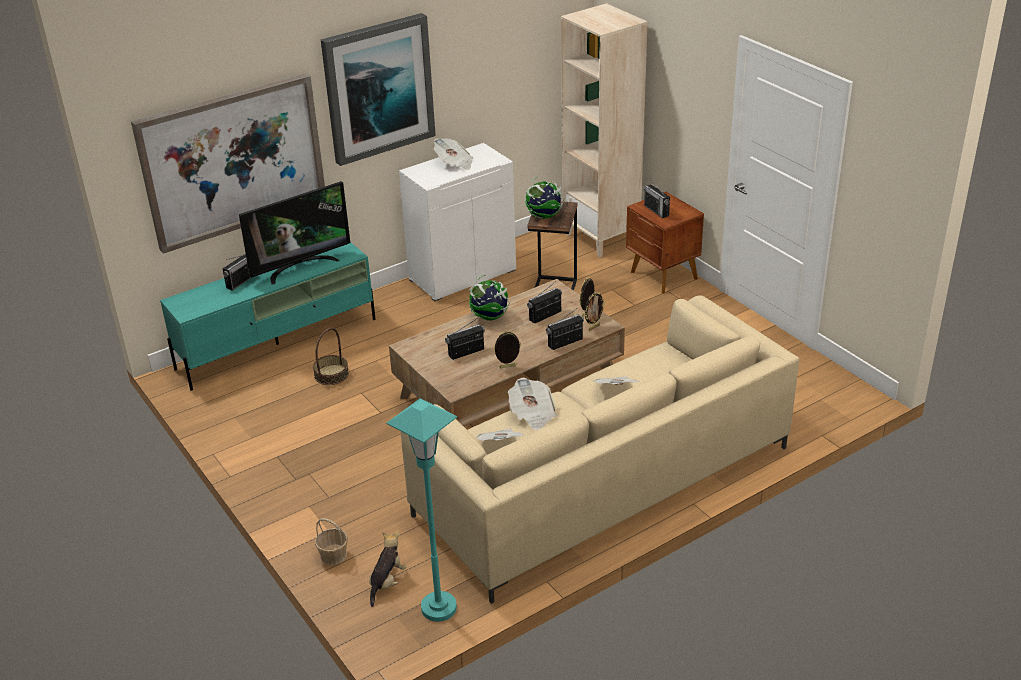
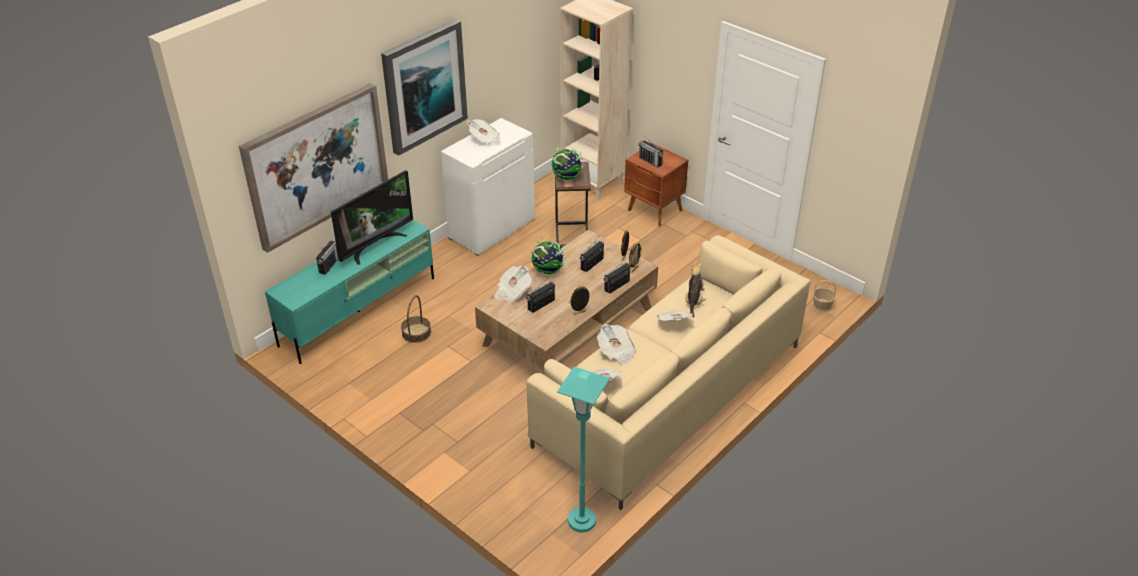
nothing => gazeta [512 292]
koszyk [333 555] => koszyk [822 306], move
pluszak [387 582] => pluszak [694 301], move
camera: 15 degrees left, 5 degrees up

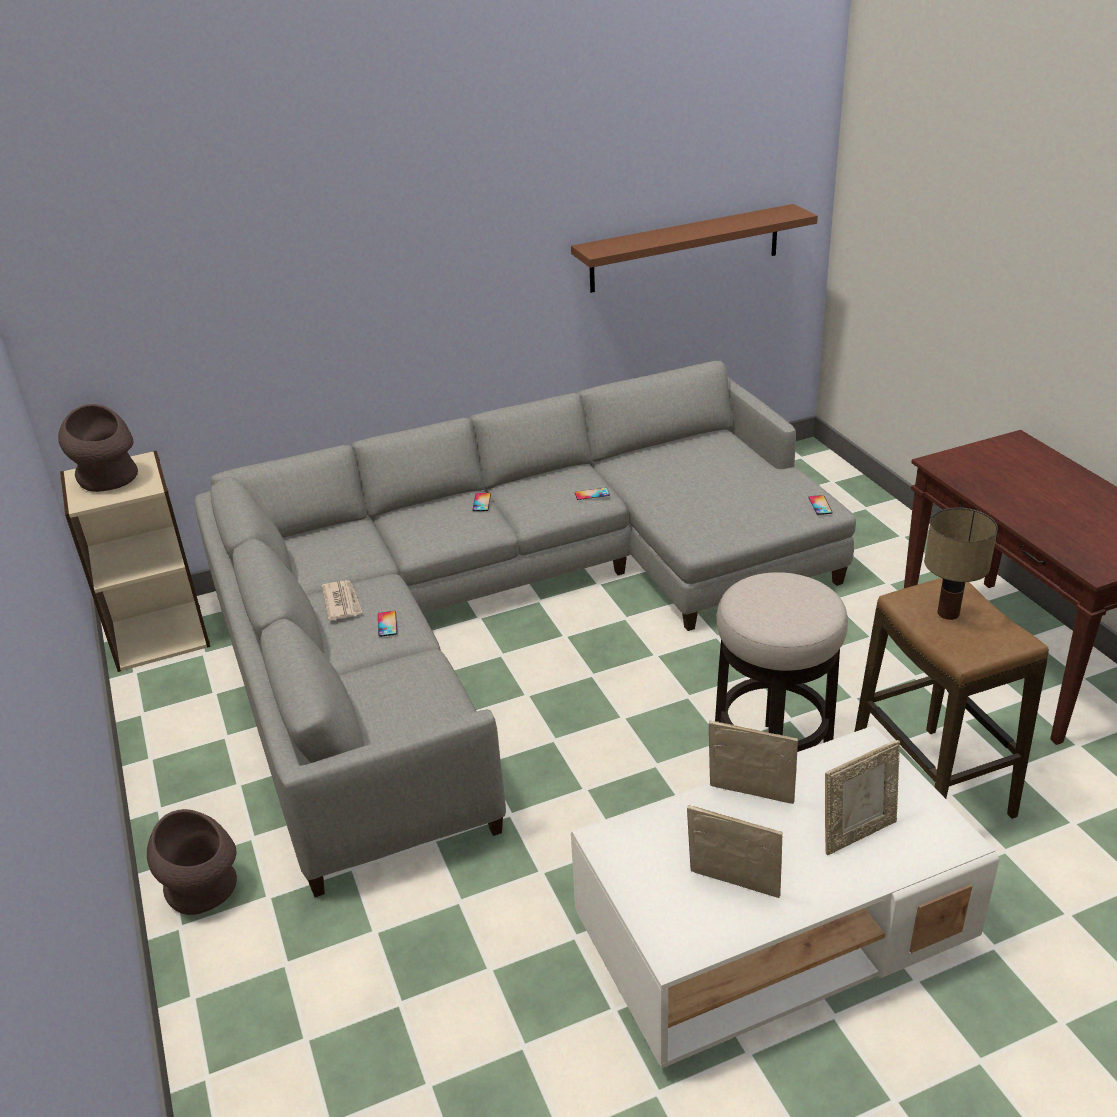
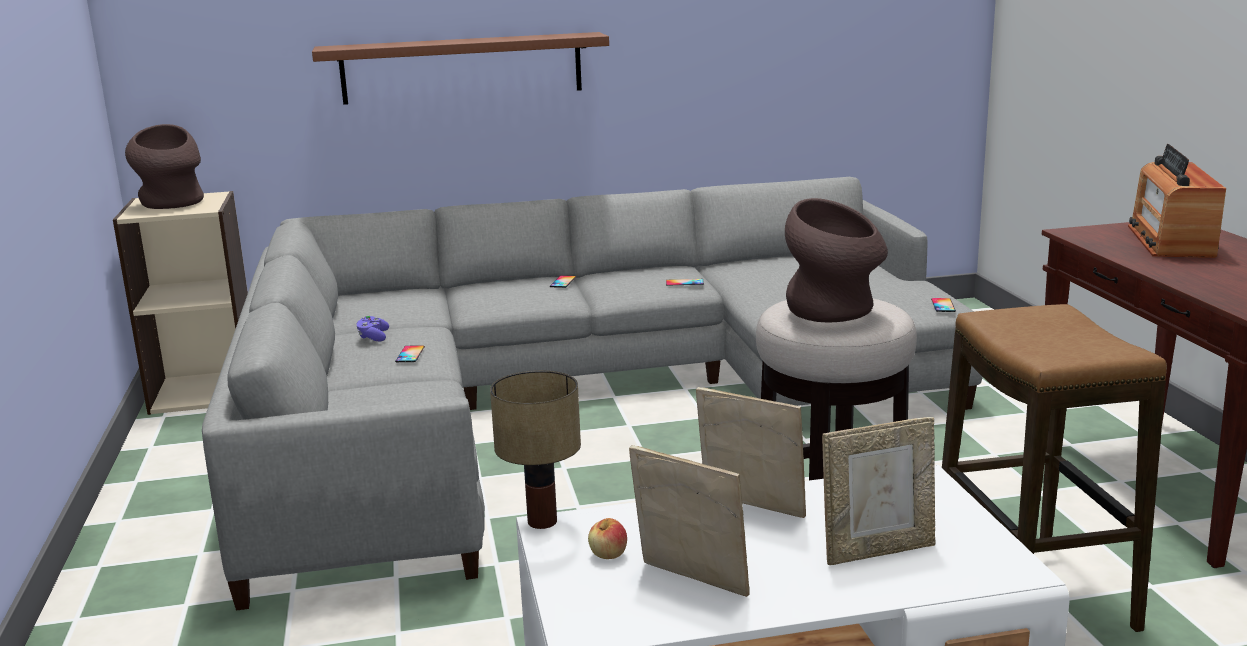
nothing => jabłko [608 554]
nothing => radio [1170 241]
wazon (brązowy) [205 893] => wazon (brązowy) [834 313], move
półka (brązowy) [685 248] => półka (brązowy) [462 68], move
lampa stołowa [947 613] => lampa stołowa [540 521], move
gazeta [342 602] => pad do gier (fioletowy) [373 337]
camera: 10 degrees right, 15 degrees down

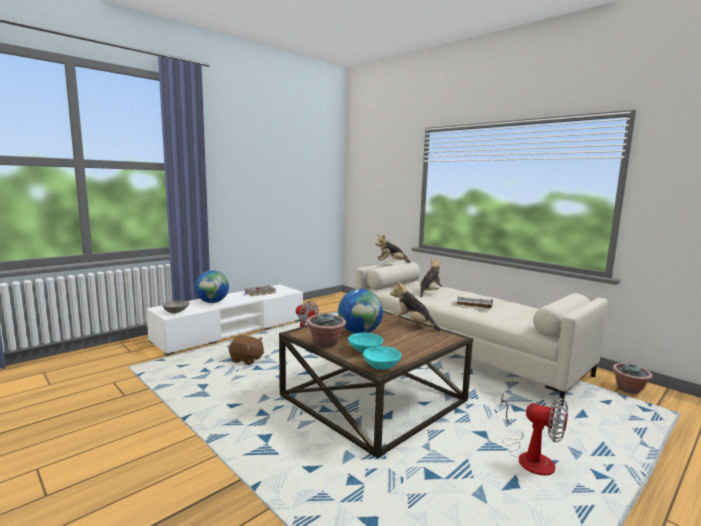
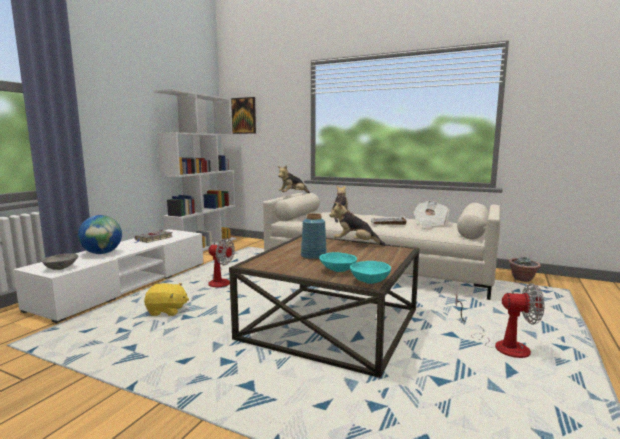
roślina doniczkowa [326 343] => nothing
nothing => regał (biały) [203 246]
nothing => obraz [243 115]
nothing => gazeta [430 223]
globus [359 332] => wazon (niebieski) [314 256]
pluszak (brązowy) [247 360] => pluszak (żółty) [167 311]
camera: 20 degrees left, 0 degrees up

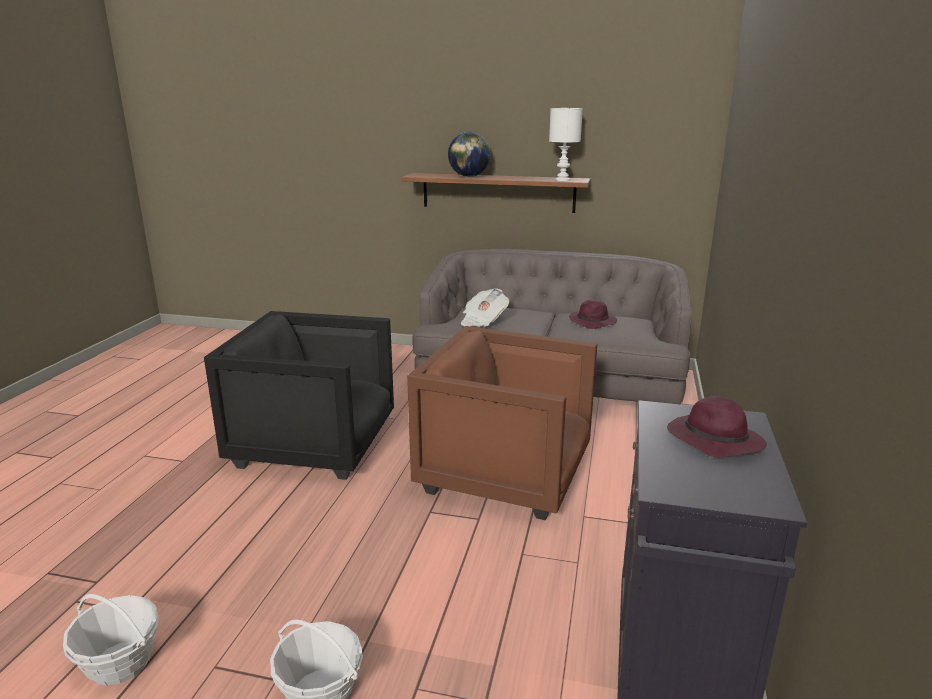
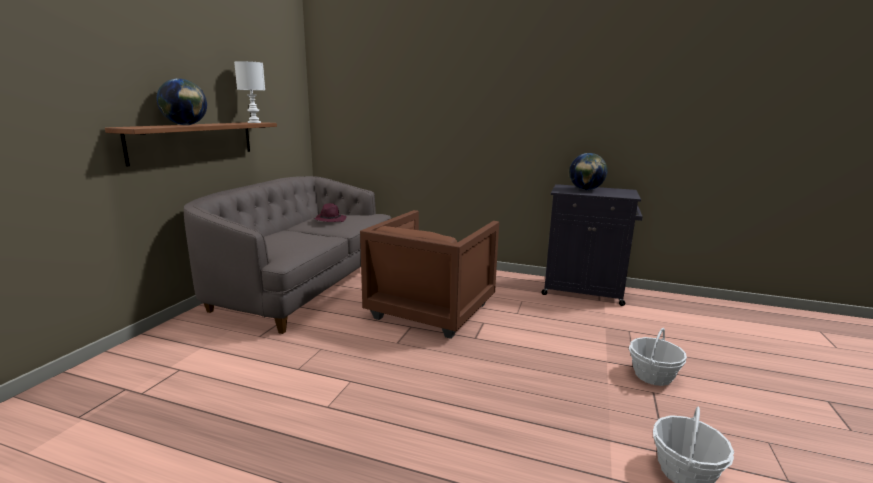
fotel (czarny) [315 444] => nothing
gazeta [483 321] => nothing
kapelusz (fioletowy) [712 440] => globus [585 189]
camera: 85 degrees left, 5 degrees down

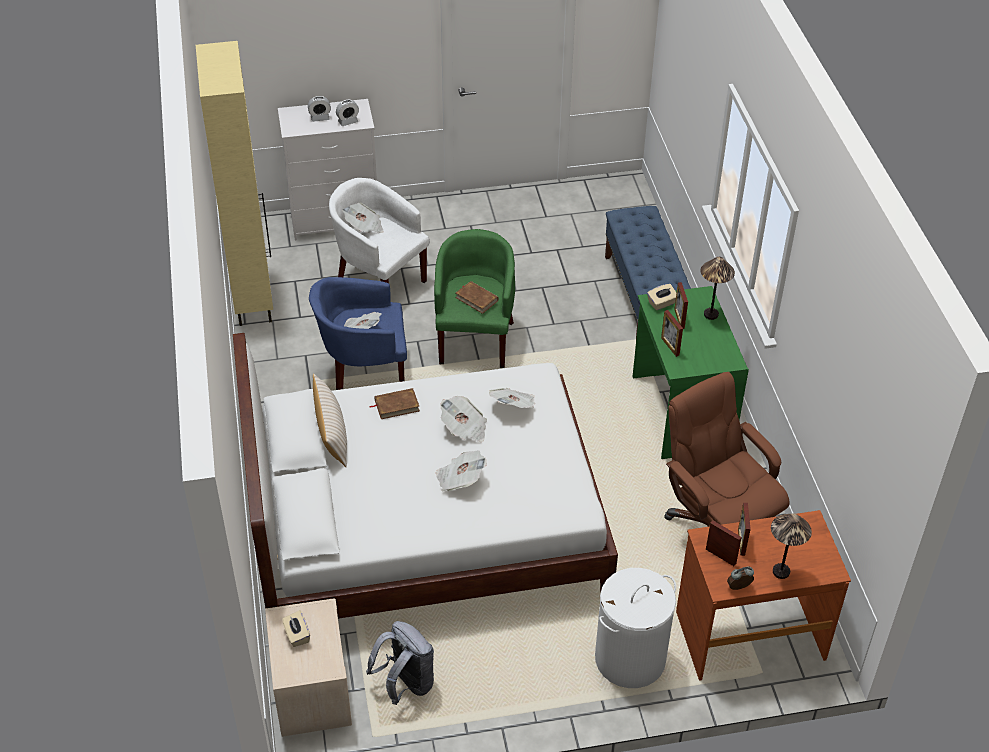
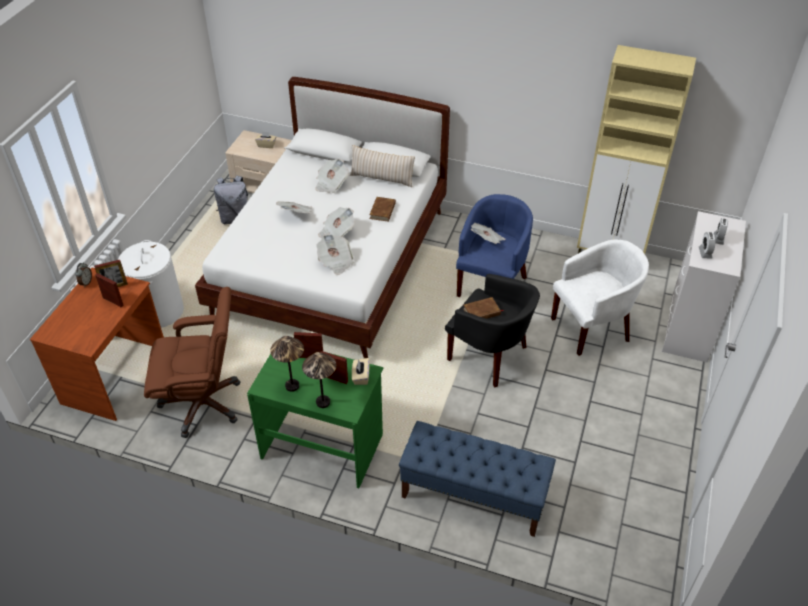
gazeta [364 226] => gazeta [331 184], move
lampa stołowa [781 571] => lampa stołowa [292 386], move
fotel (zielony) [475 340] => fotel (czarny) [489 356]
camera: 120 degrees right, 0 degrees up

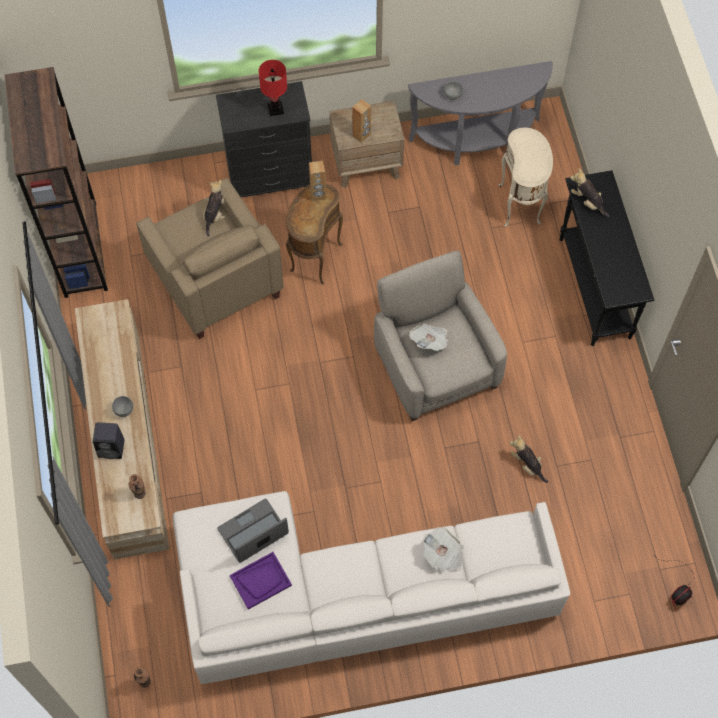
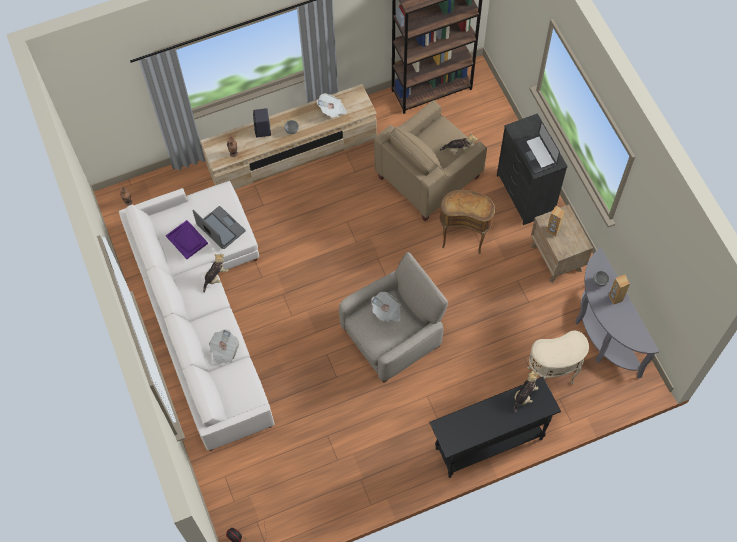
nothing => gazeta [332 110]
głośnik (brązowy) [318 195] => głośnik (brązowy) [615 298], move
pluszak [527 464] => pluszak [216 277], move
lampa stołowa (czerwony) [276 109] => laptop [536 154]
camera: 80 degrees right, 0 degrees up

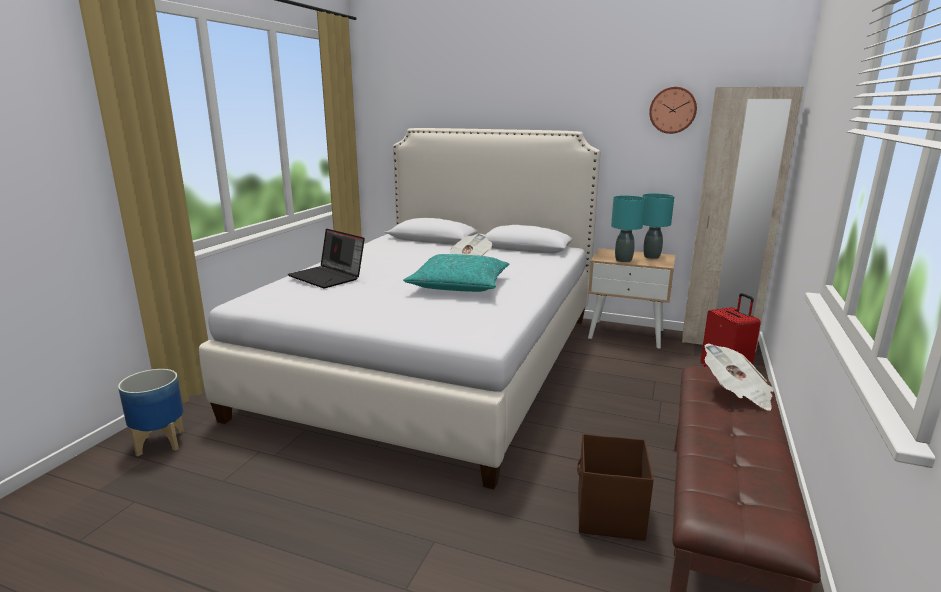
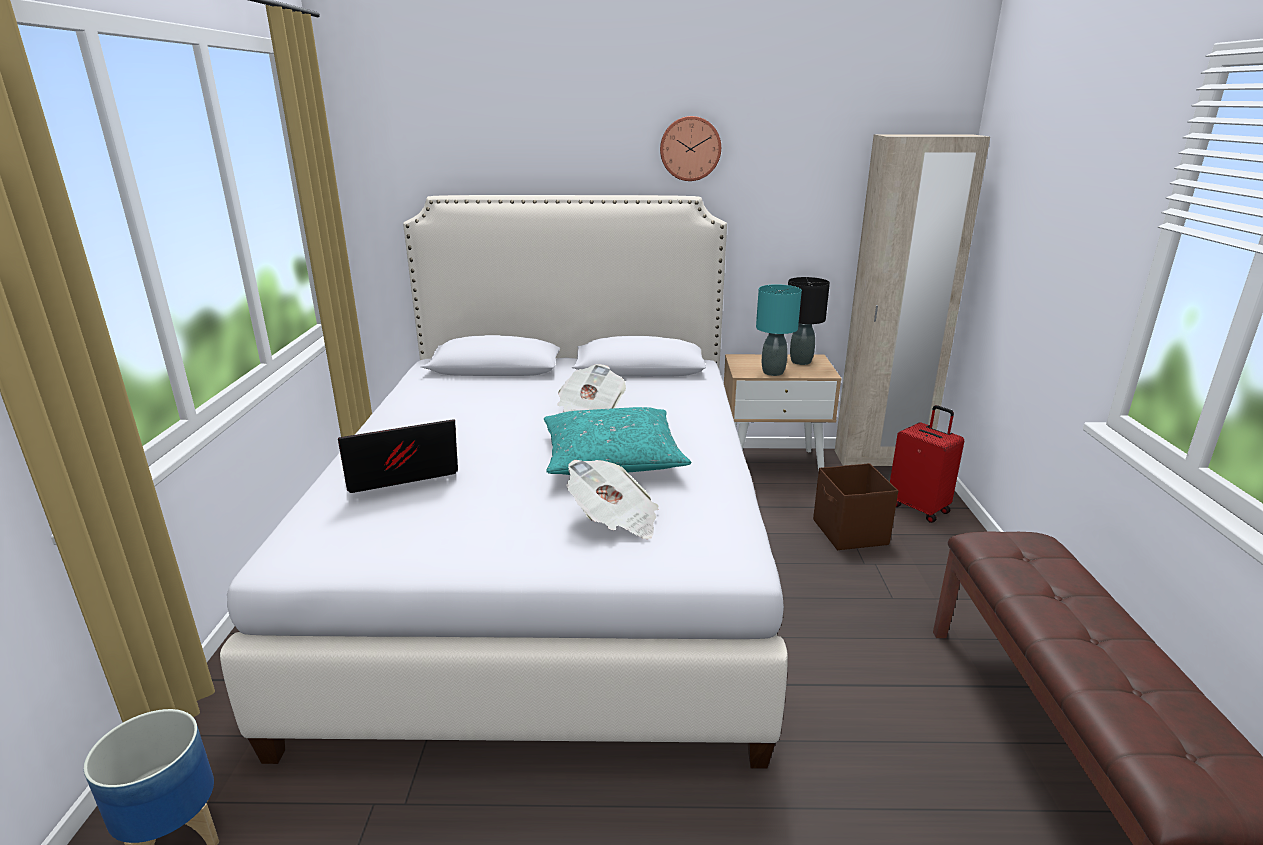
pojemnik do przechowywania (brązowy) [609 515] => pojemnik do przechowywania (brązowy) [850 533], move
zegar ścienny [672 110] => zegar ścienny [690 148], move
gazeta [736 393] => gazeta [614 520], move
lampa stołowa (turkusowy) [652 257] => lampa stołowa (czarny) [801 362]
laptop [328 277] => laptop [399 475], 135 degrees clockwise
camera: 20 degrees left, 5 degrees up

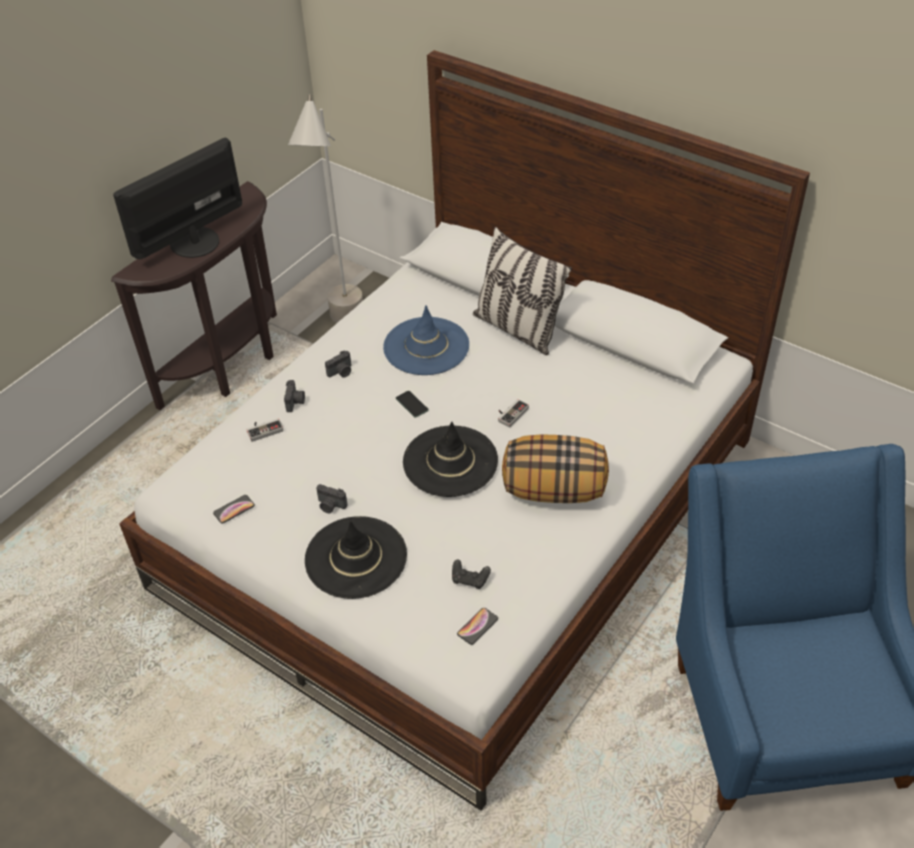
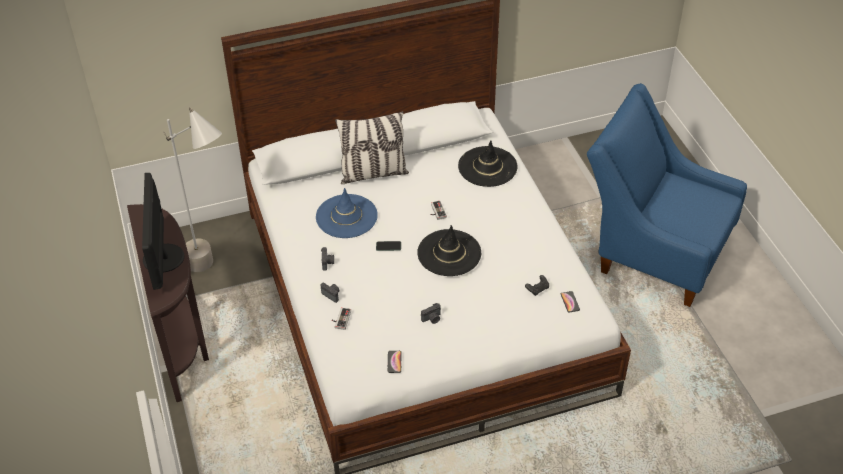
poduszka [554 489] => nothing
kapelusz (czarny) [356 557] => kapelusz (czarny) [487 167], move
camera: 55 degrees left, 0 degrees up

